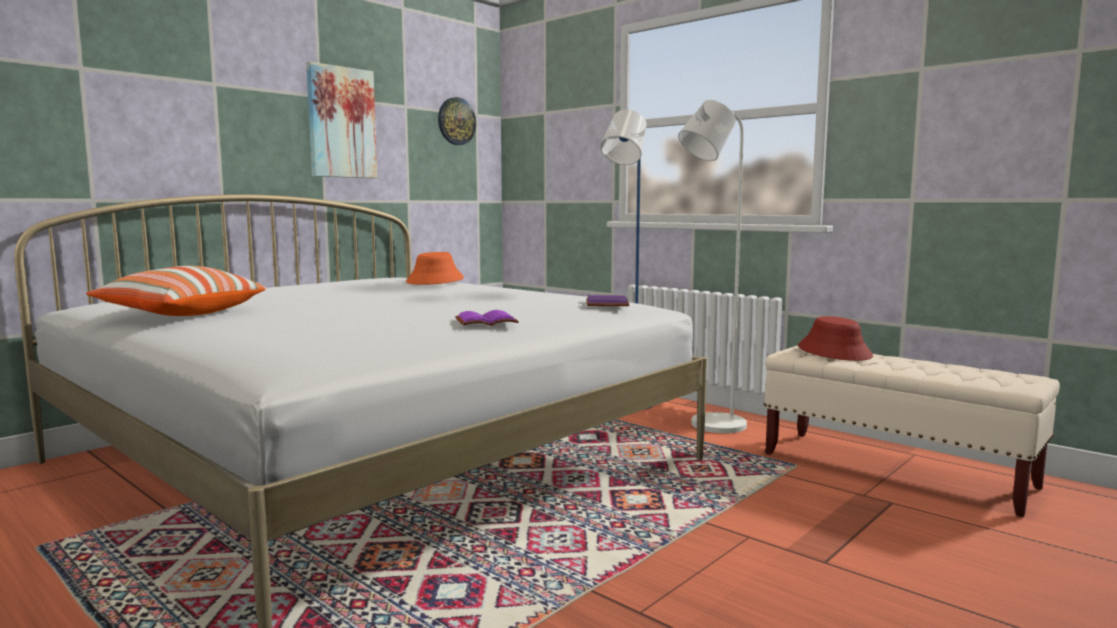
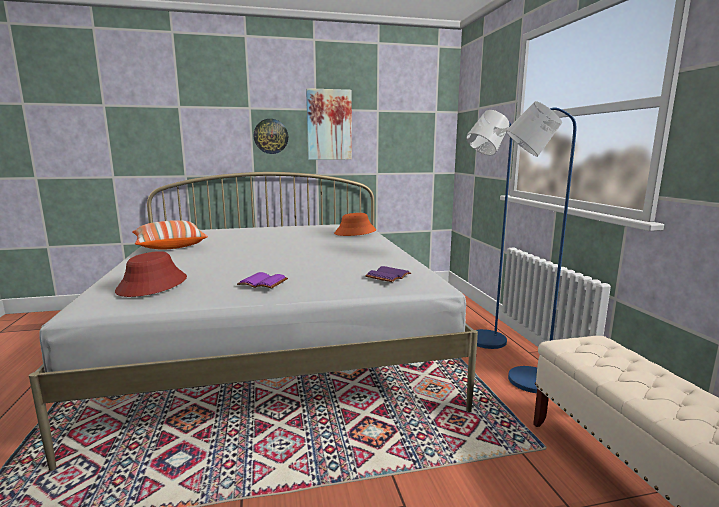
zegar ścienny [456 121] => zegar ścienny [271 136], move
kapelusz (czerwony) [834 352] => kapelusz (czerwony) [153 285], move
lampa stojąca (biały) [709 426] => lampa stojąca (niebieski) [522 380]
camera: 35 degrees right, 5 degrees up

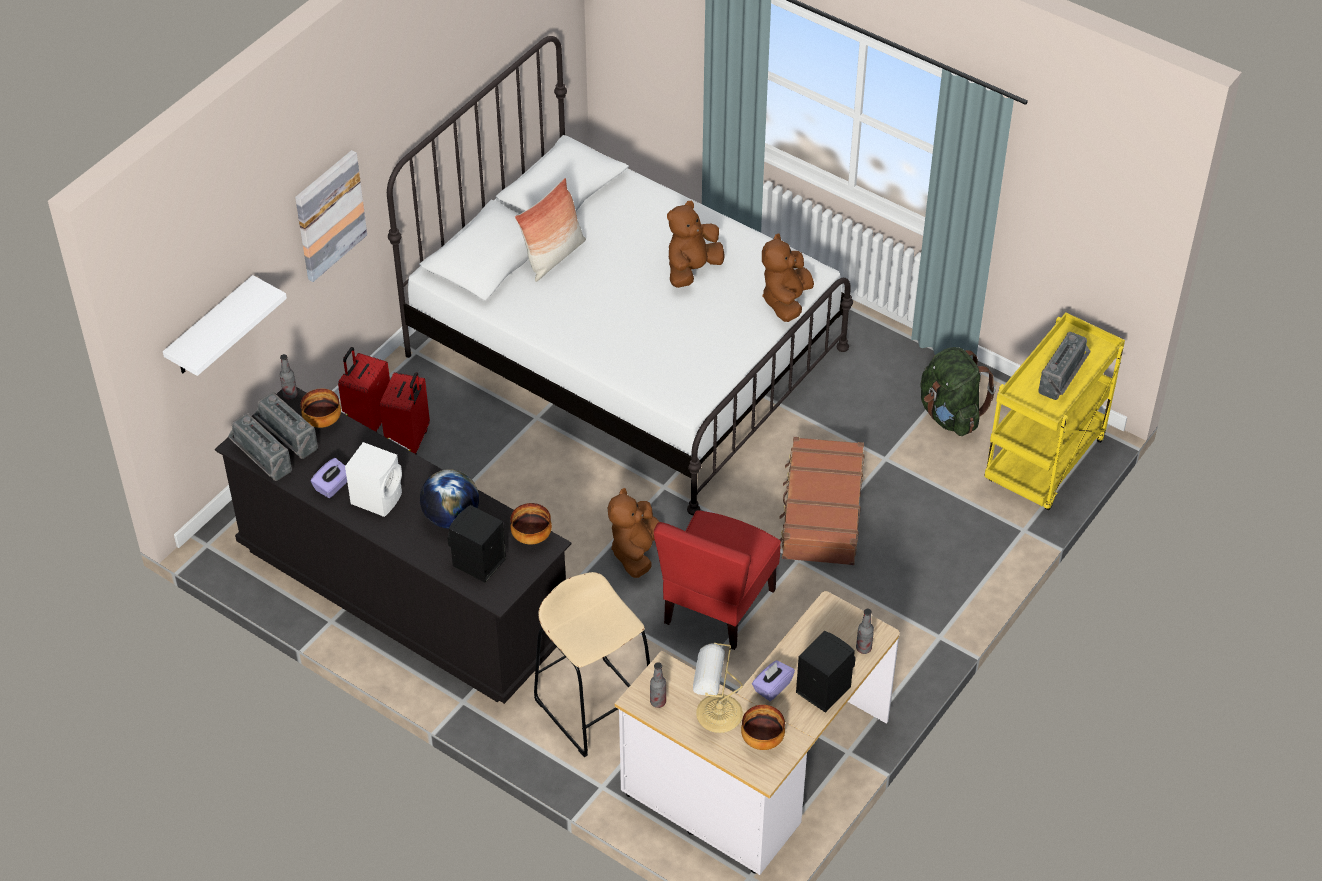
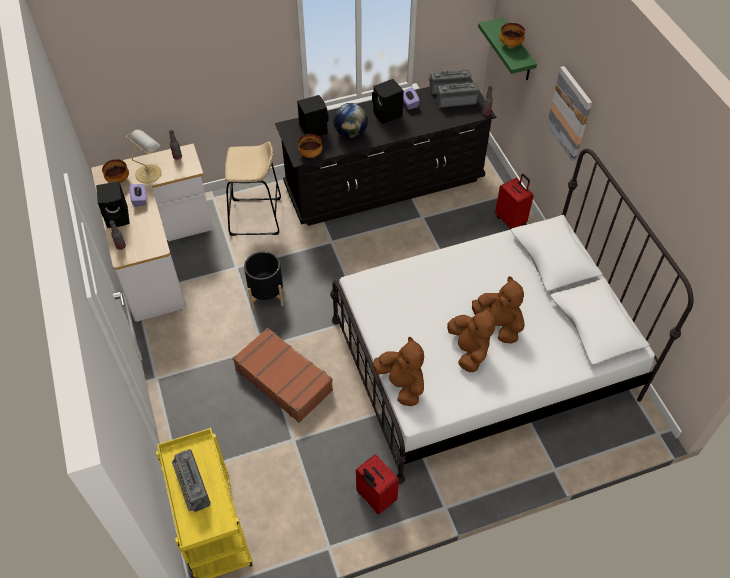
poduszka [553 257] => nothing
plecak (zielony) [950 415] => nothing
miska [322 421] => miska [510 44], move
walizka (czerwony) [409 441] => walizka (czerwony) [375 497], move
pluszak (brązowy) [636 552] => pluszak (brązowy) [498 324], move
krzesło (czerwony) [717 606] => donica (czarny) [266 294]
półka (biały) [211 328] => półka (zielony) [517 51]
głośnik (biały) [378 497] => głośnik (czarny) [387 115]
camera: 125 degrees right, 5 degrees up

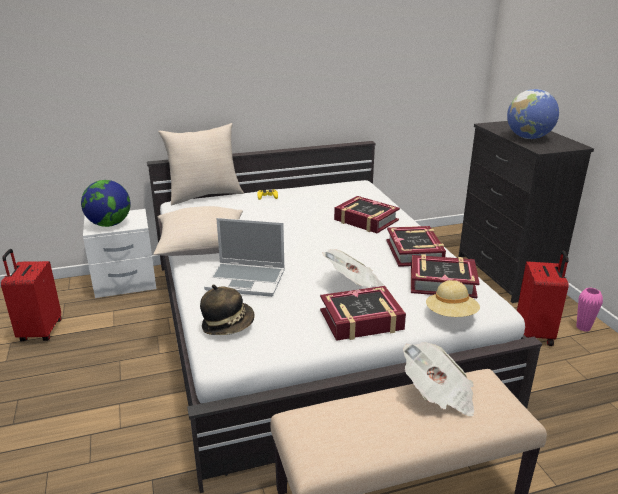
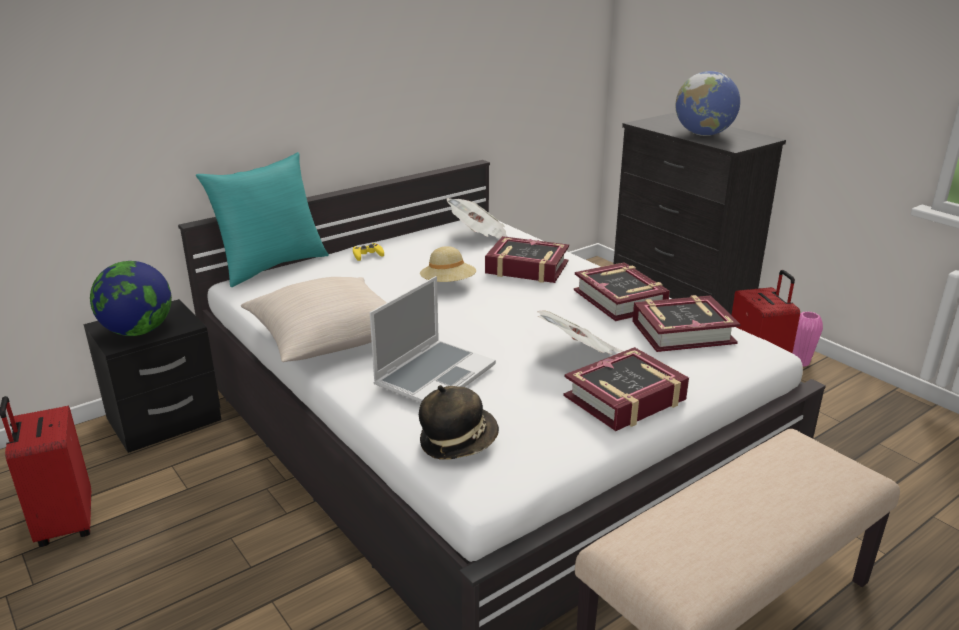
gazeta [438 395] => gazeta [479 236], move
kapelusz (beżowy) [451 315] => kapelusz (beżowy) [448 284], move
szafka nocna (biały) [125 283] => szafka nocna (czarny) [165 421]
poduszka (beżowy) [204 195] => poduszka (turkusowy) [271 266]
laptop [247 280] => laptop [435 374], 45 degrees counterclockwise
camera: 20 degrees left, 0 degrees up

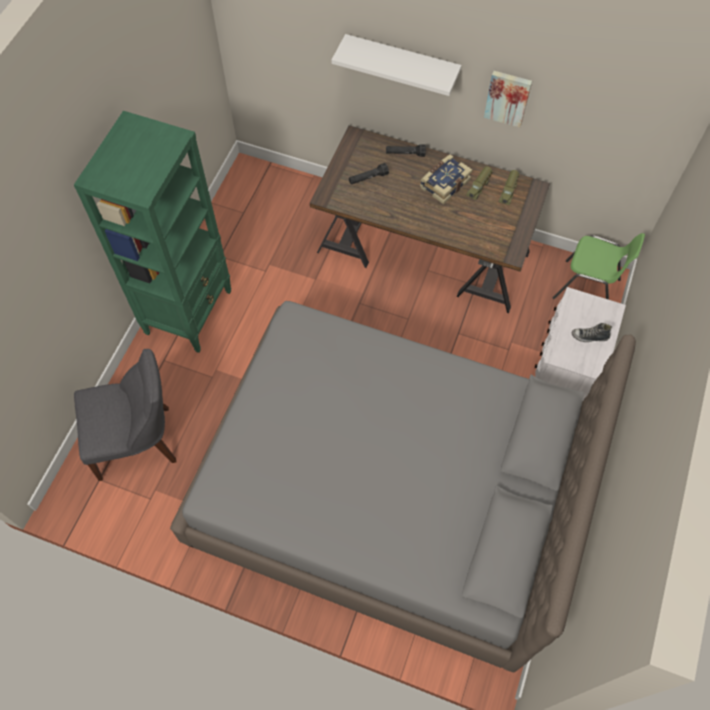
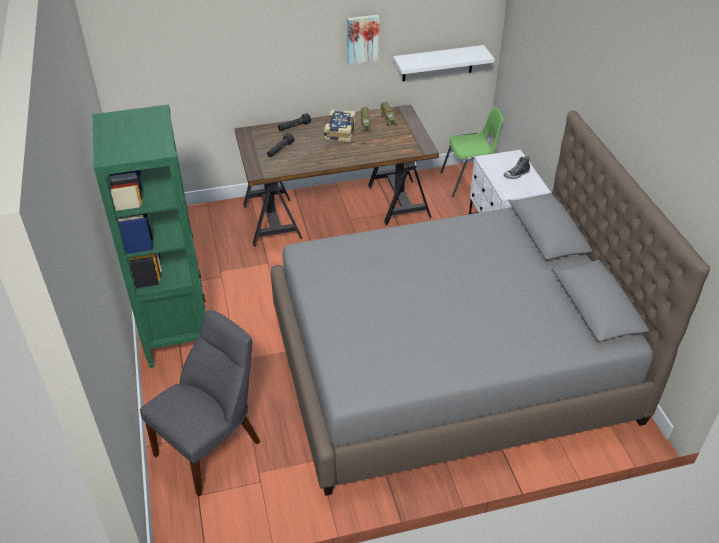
półka (biały) [401 63] => półka (biały) [438 63], move
camera: 35 degrees left, 20 degrees down

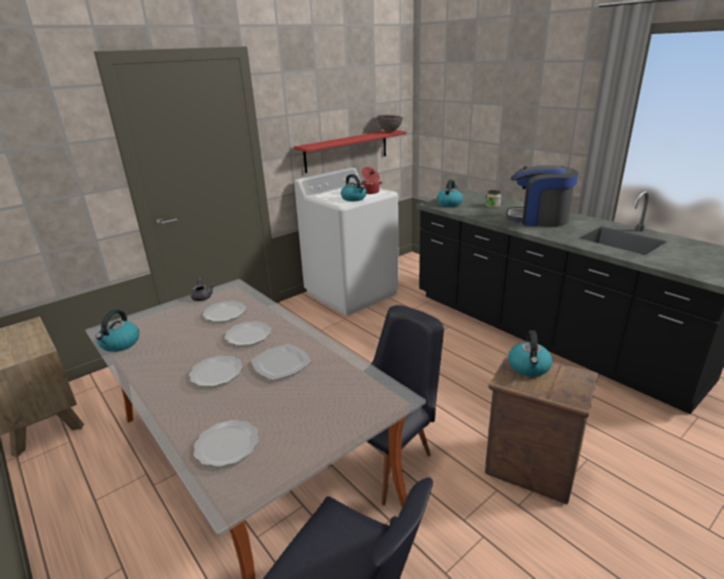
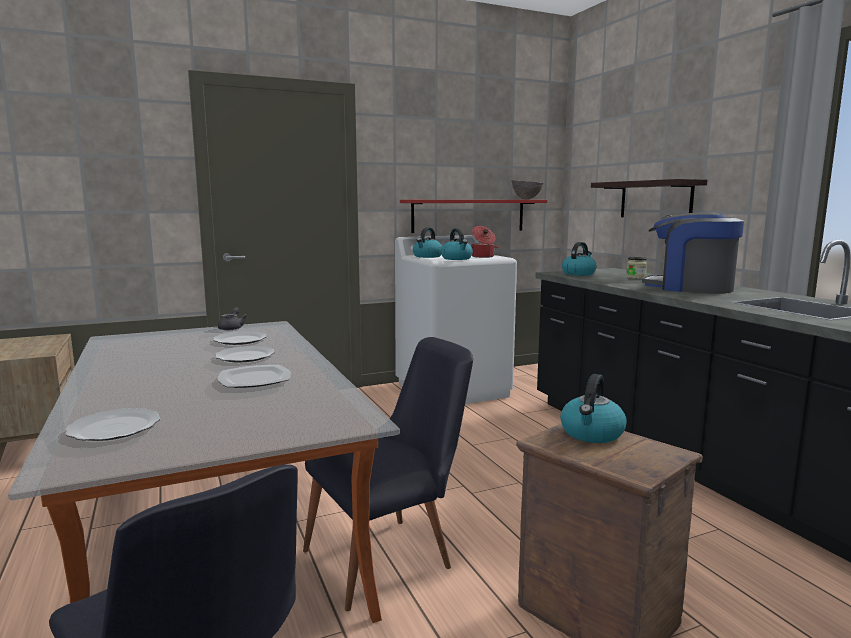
talerz [216 372] => nothing
nothing => półka [655 200]
czajnik [120 344] => czajnik [427 256], move
camera: 15 degrees right, 15 degrees down

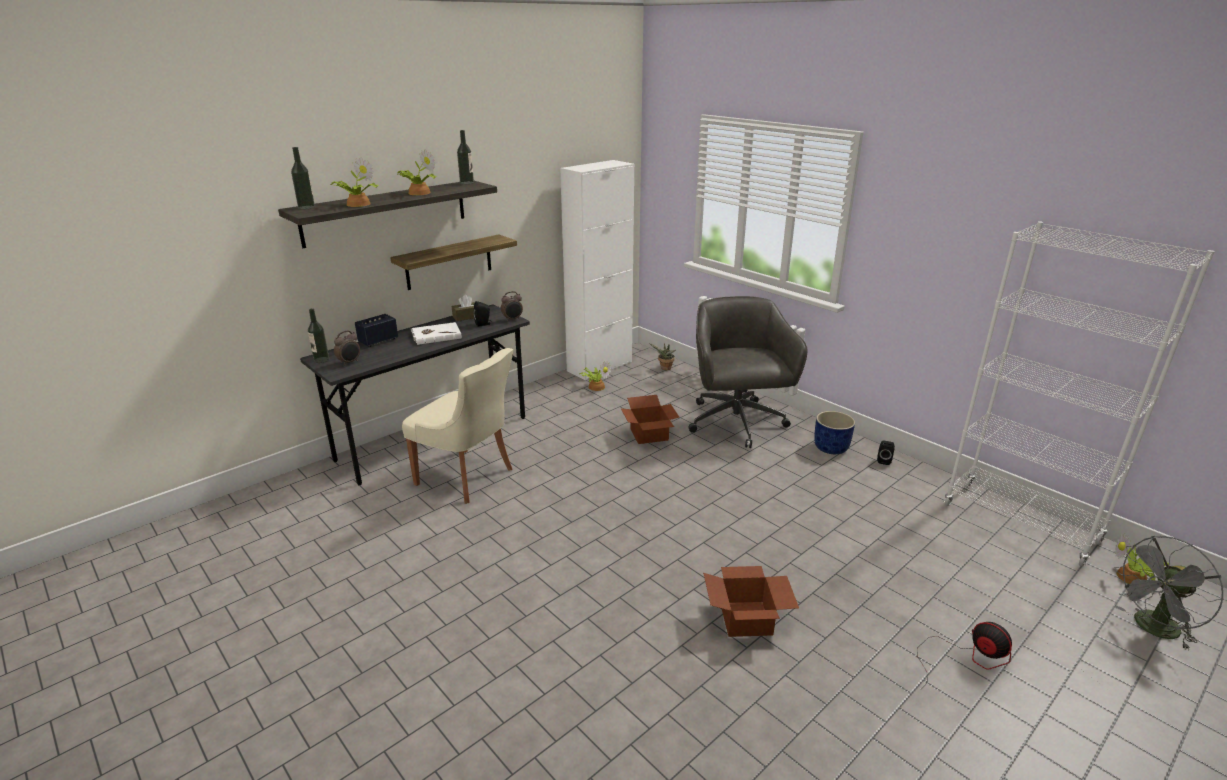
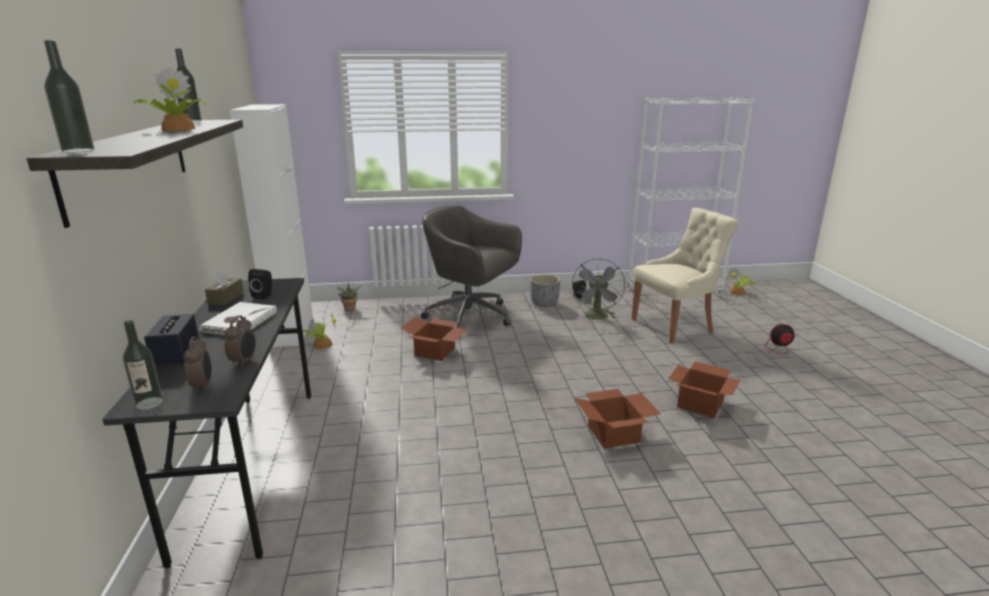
roślina doniczkowa [357 204] => nothing
półka [449 262] => nothing
nothing => karton [615 434]
krzesło (beżowy) [468 477] => krzesło (beżowy) [675 325], move
budzik [512 319] => budzik [244 361], move
wentylator (szary) [1152 629] => wentylator (szary) [597 317], move
donica (niebieski) [831 448] => donica (szary) [544 303]
camera: 55 degrees left, 5 degrees down

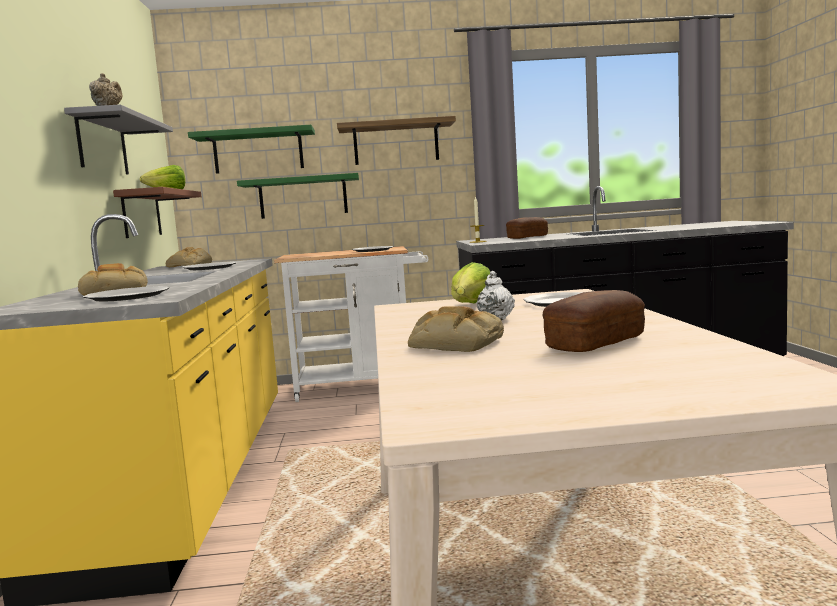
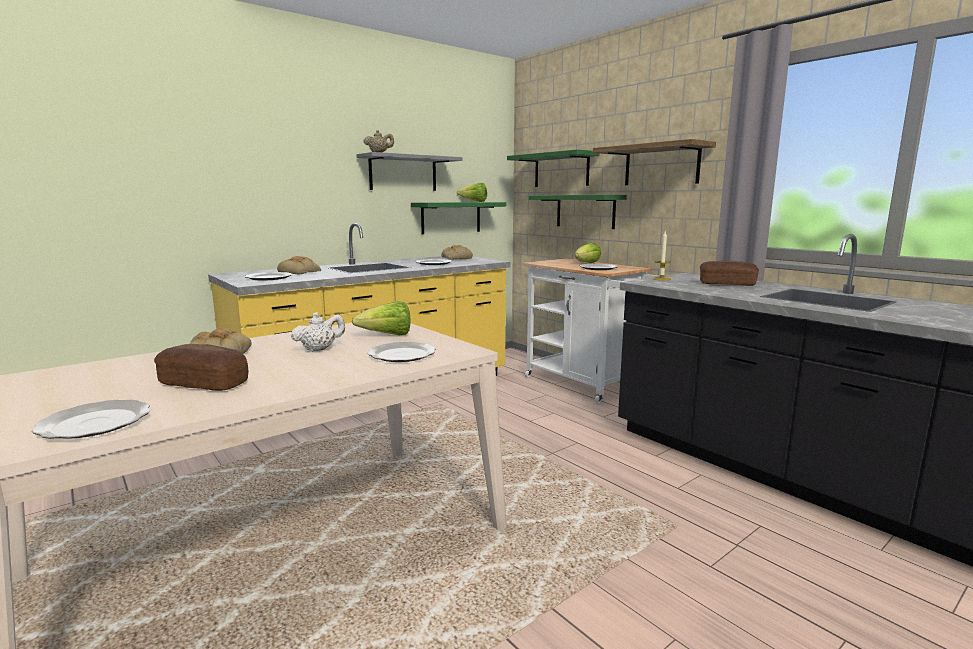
nothing => talerz [97 422]
nothing => sałata [586 263]
półka (brązowy) [141 214] => półka (zielony) [451 217]
camera: 55 degrees right, 5 degrees up

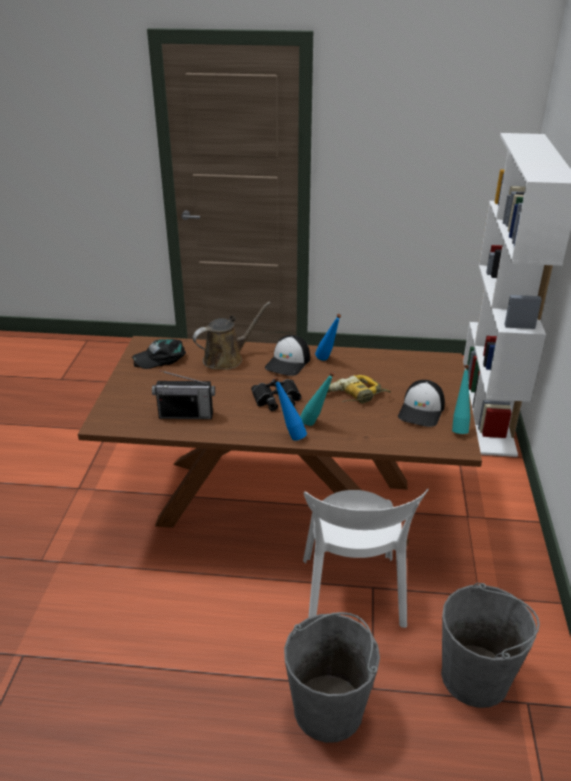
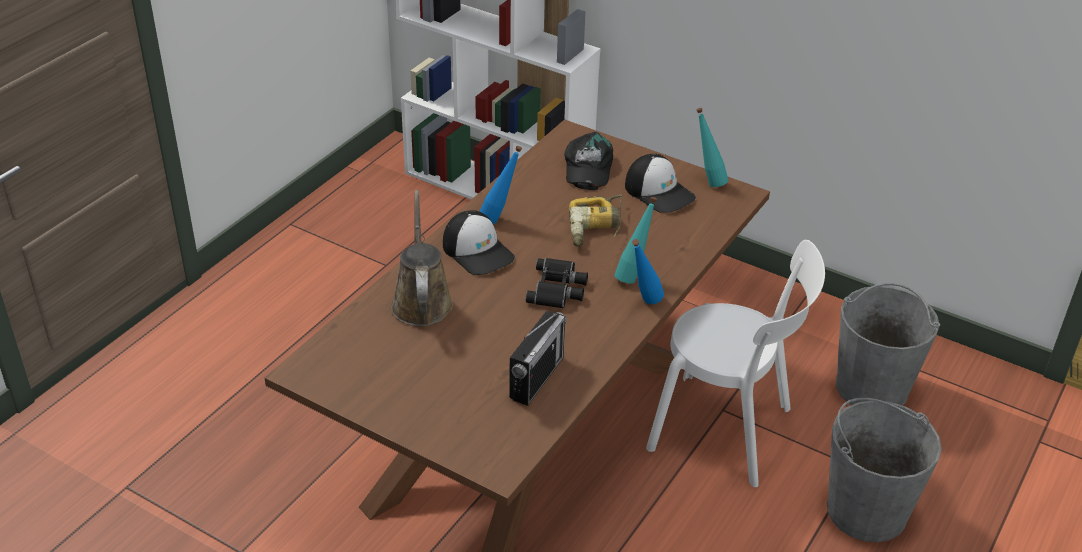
czapka z daszkiem (czarny) [161 358] => czapka z daszkiem (czarny) [587 167], move
camera: 65 degrees left, 5 degrees up

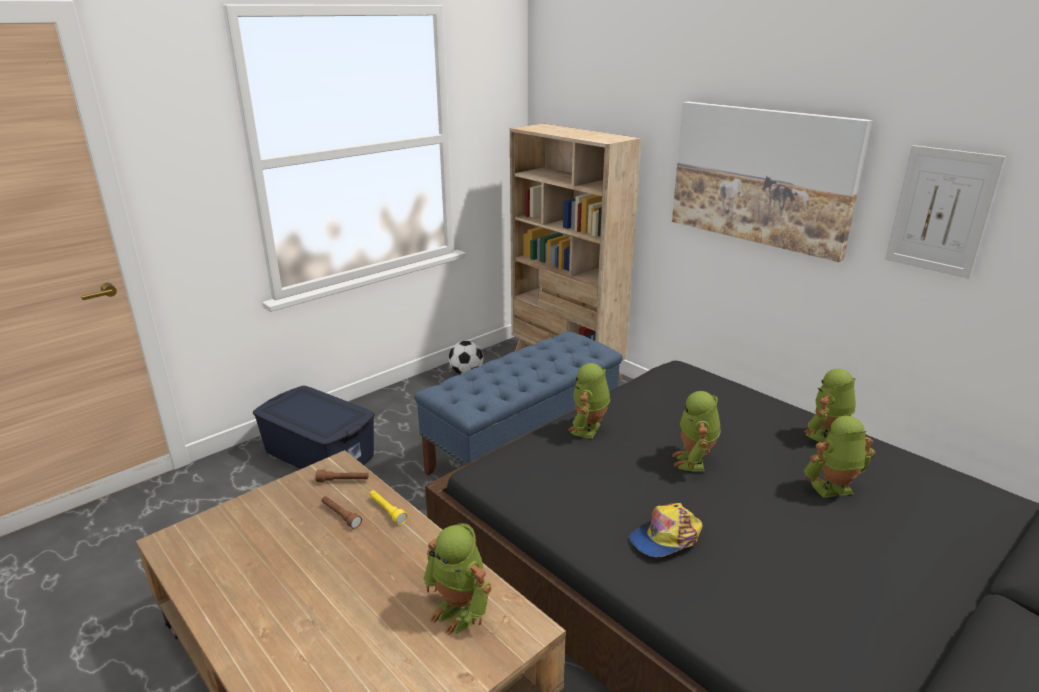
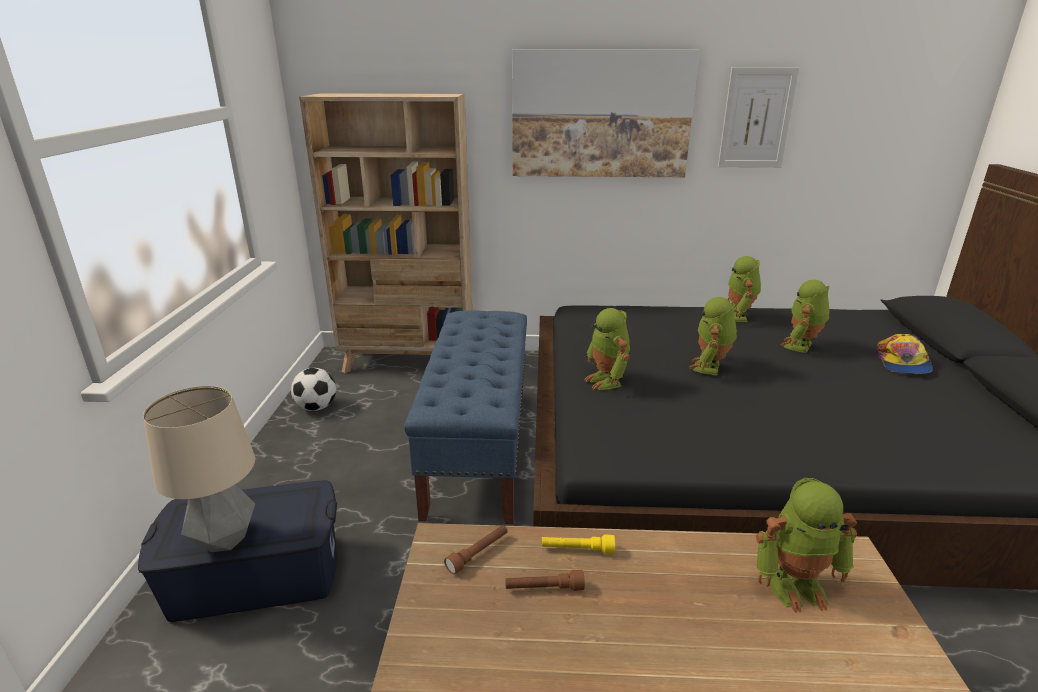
nothing => lampa stołowa [224 539]
czapka z daszkiem [665 538] => czapka z daszkiem [902 363], move
robot zabawkowy [694 462] => robot zabawkowy [710 367], 60 degrees clockwise
camera: 45 degrees left, 0 degrees up

